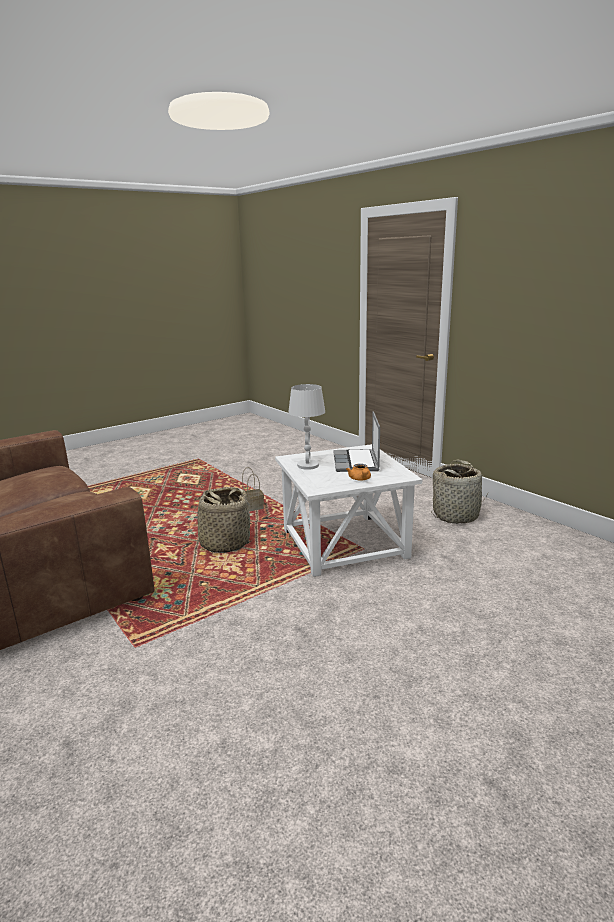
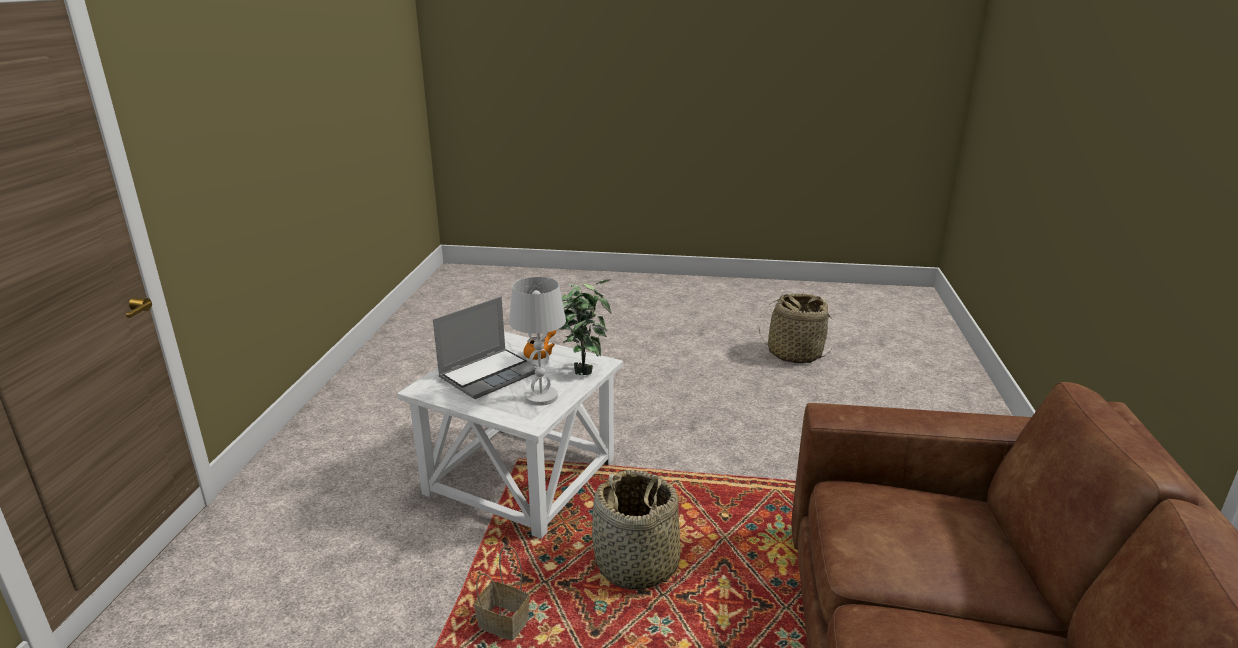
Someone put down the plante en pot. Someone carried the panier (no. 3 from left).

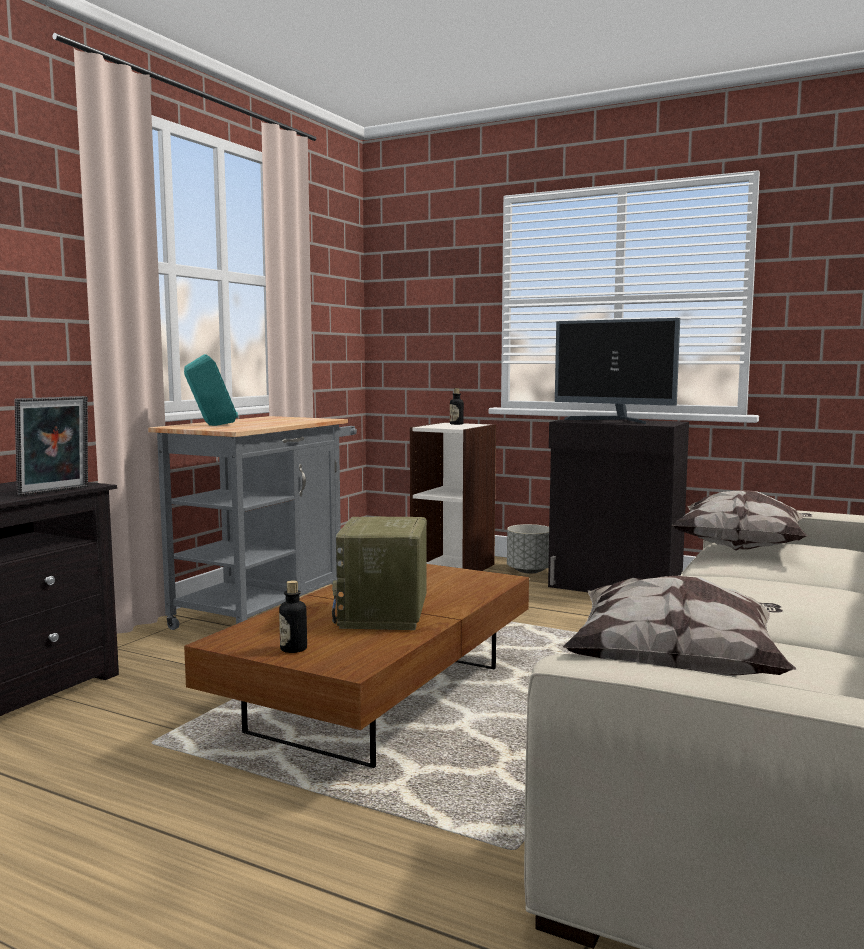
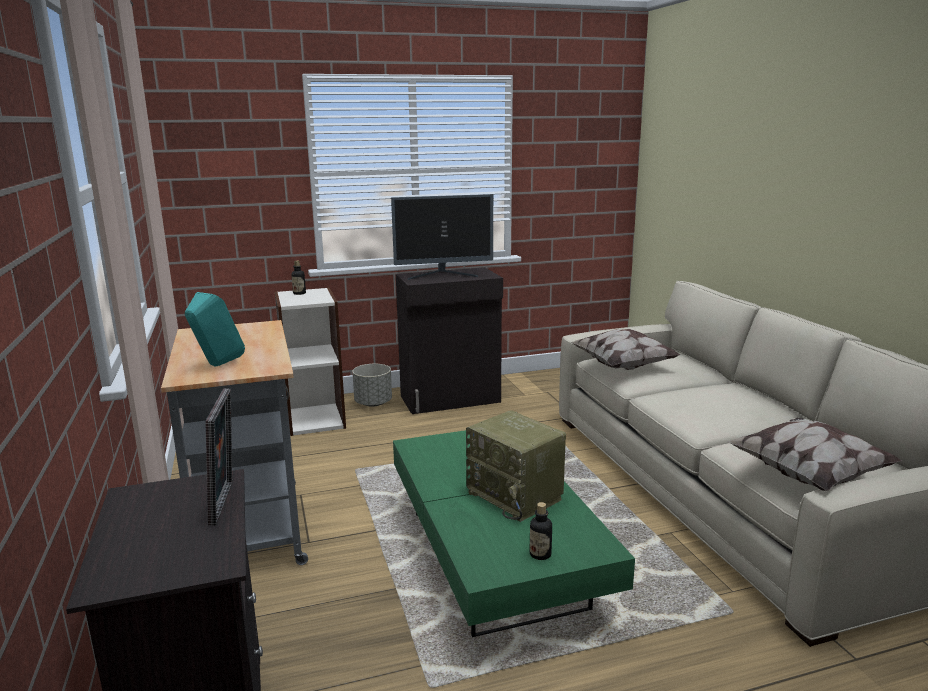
Someone repainted the table basse [marron], which became the table basse [vert].

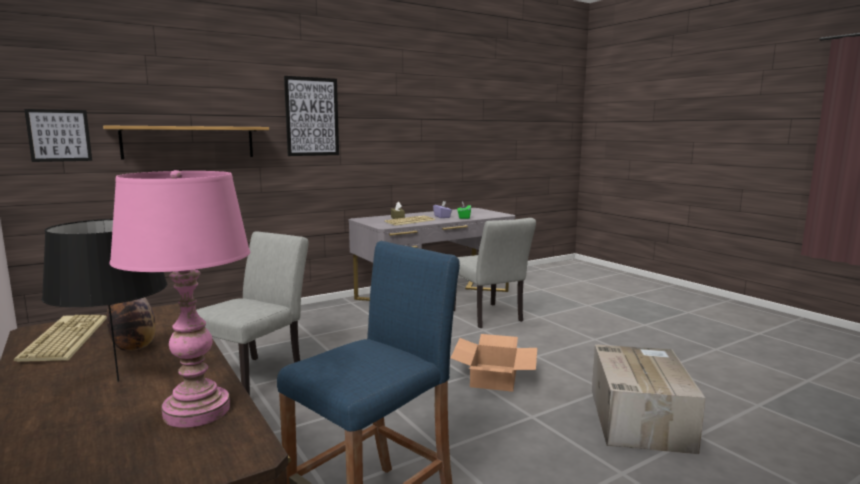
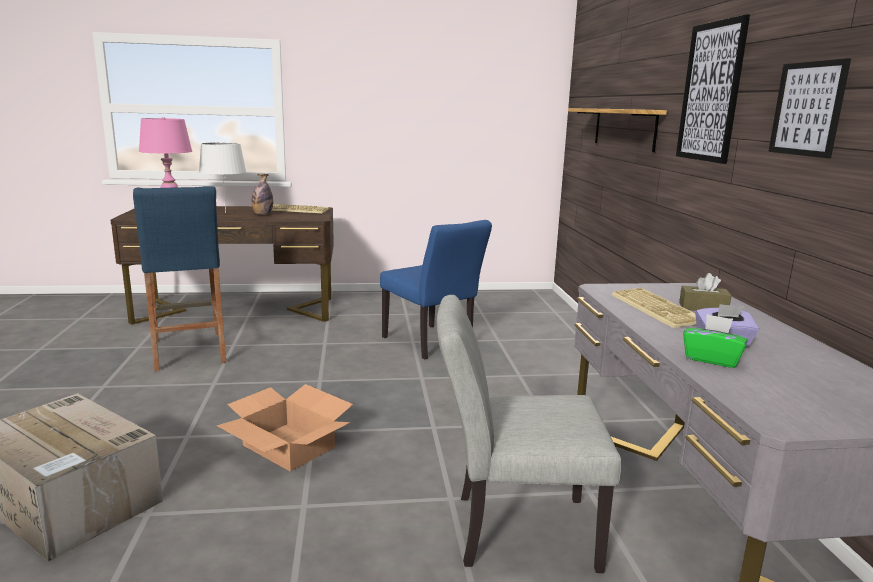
Someone carried the tableau (no. 1 from left in the first image). Someone repainted the lampe de table [noir], which became the lampe de table [blanc]. Someone repainted the chaise [gris] (no. 1 from left), which became the chaise [bleu].

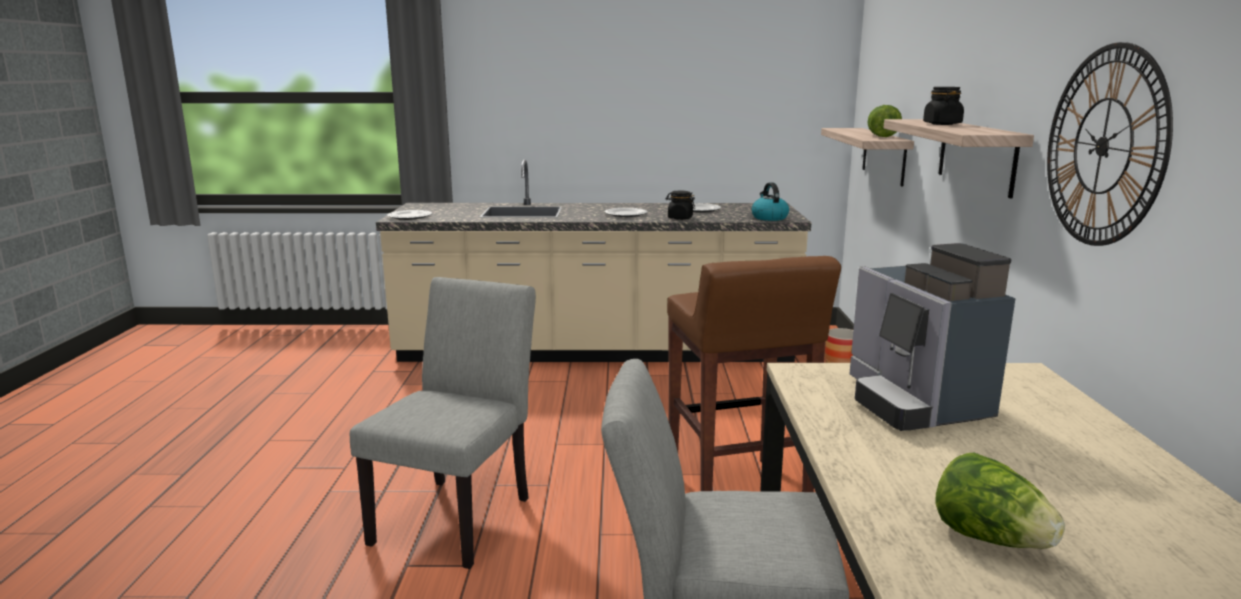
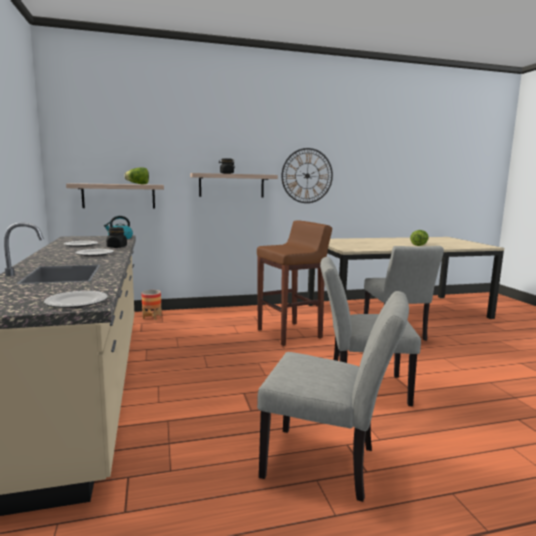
Someone took away the machine à café. Someone put down the chaise [gris] (no. 1 from left).

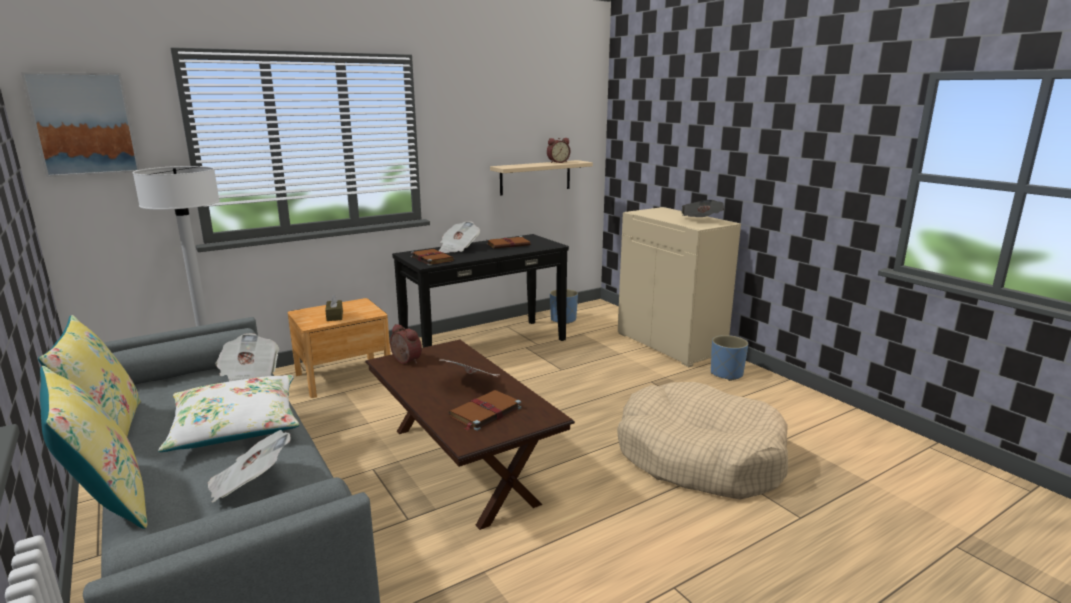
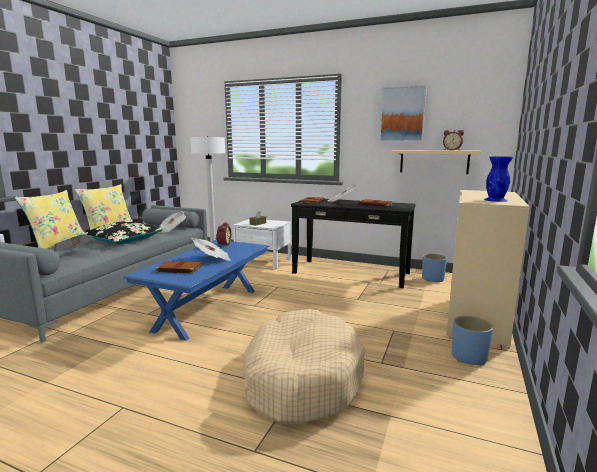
Someone carried the tableau. Someone swapped the journal (no. 5 from left) for the vase [bleu]. Someone repainted the coussin [blanc], which became the coussin [noir]. Someone repainted the table de chevet [marron], which became the table de chevet [blanc]. Someone repainted the table basse [marron], which became the table basse [bleu].

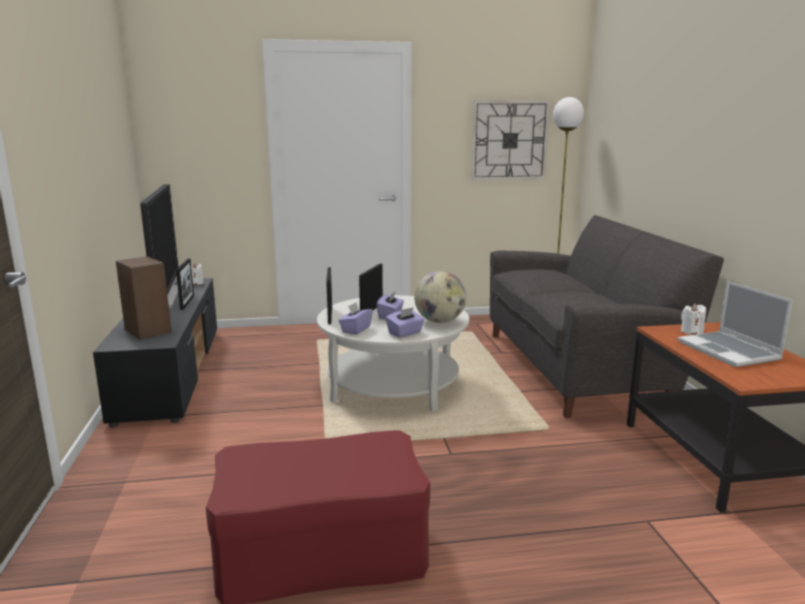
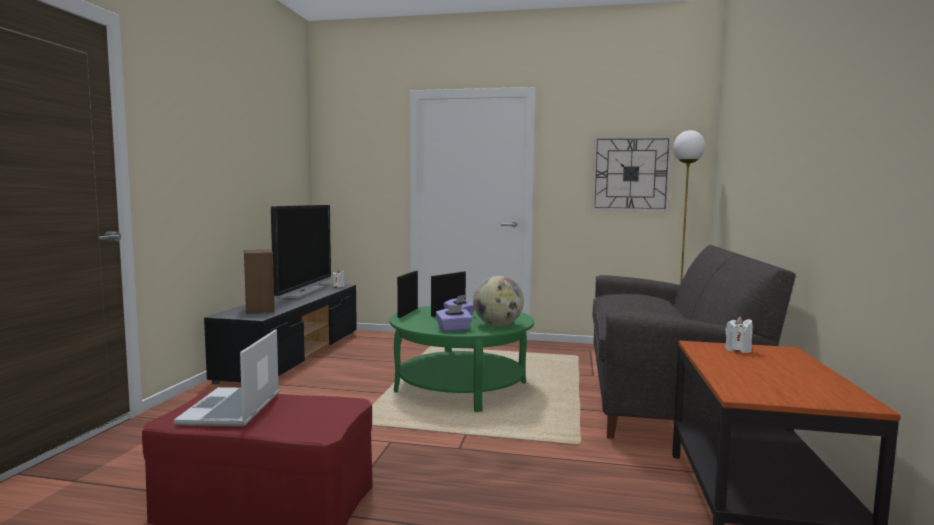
Someone took away the cadre photo (no. 1 from left). Someone took away the boîte à mouchoirs [violet] (no. 1 from left). Someone carried the ordinateur portable. Someone repainted the table basse [blanc], which became the table basse [vert].

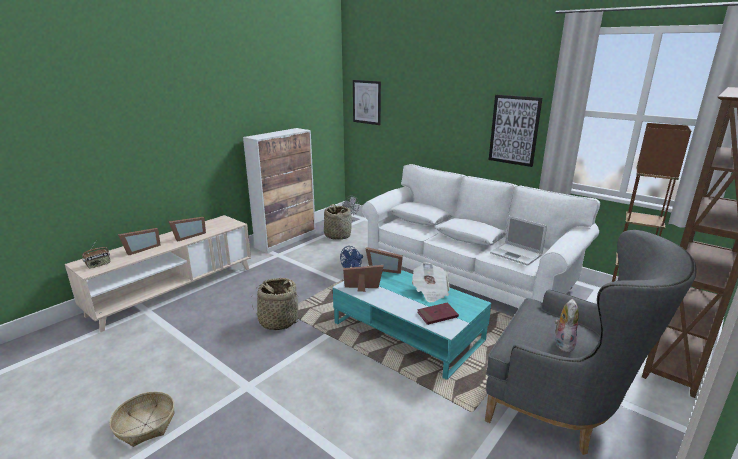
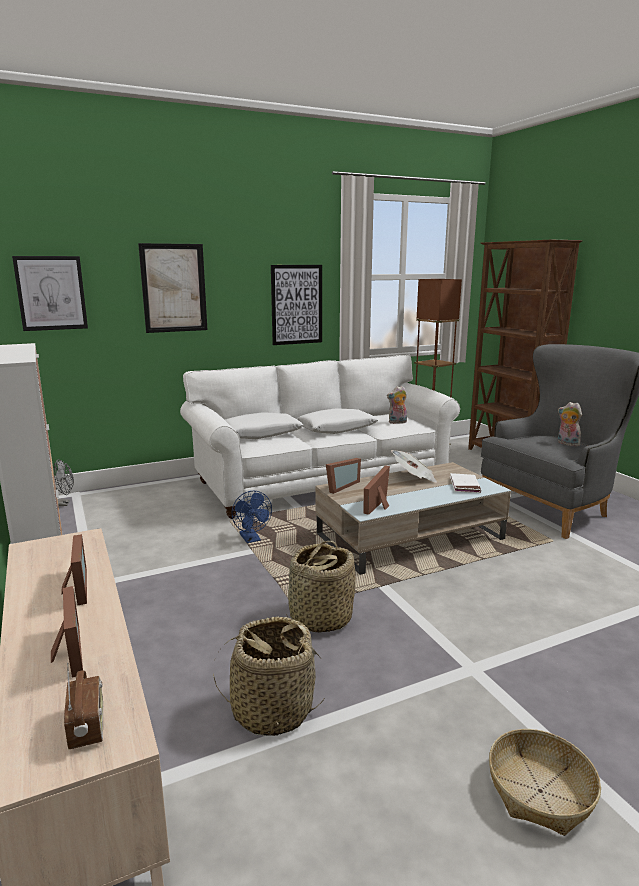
Someone put up the tableau (no. 2 from left). Someone carried the panier (no. 3 from left in the first image). Someone swapped the ordinateur portable for the peluche (no. 1 from left). Someone repainted the table basse [turquoise], which became the table basse [beige]. Someone repainted the livre [rouge], which became the livre [blanc].

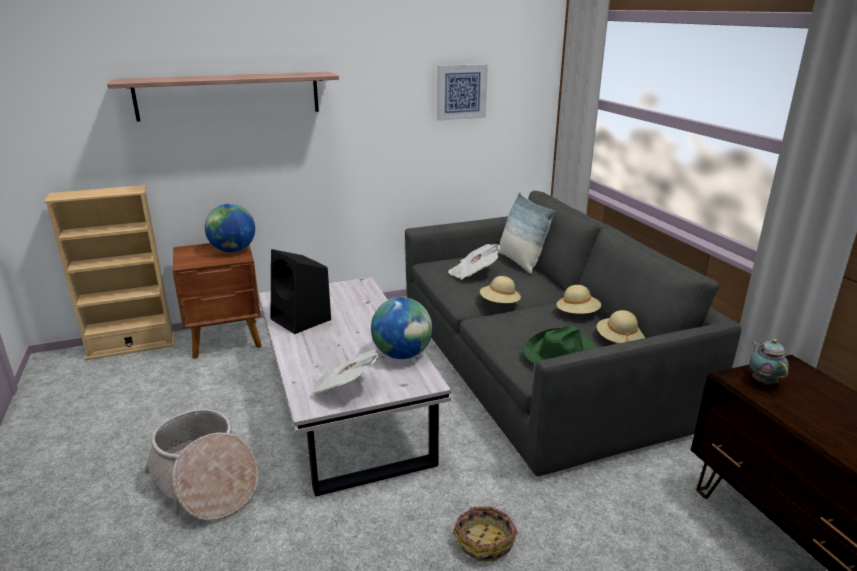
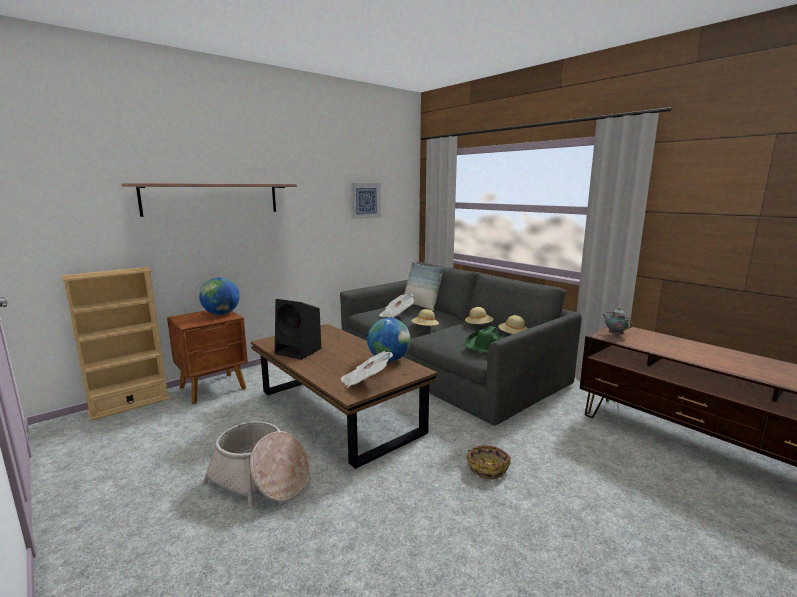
Someone repainted the table basse [blanc], which became the table basse [marron].

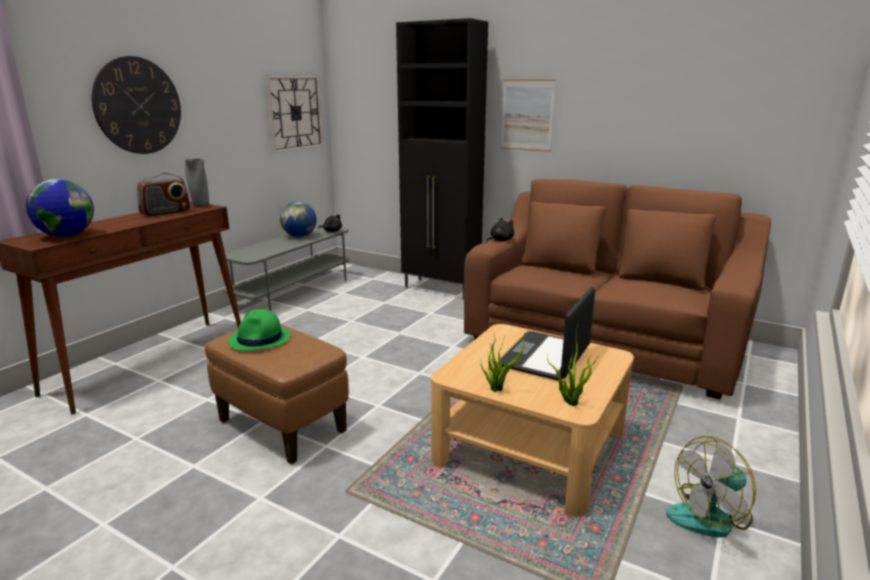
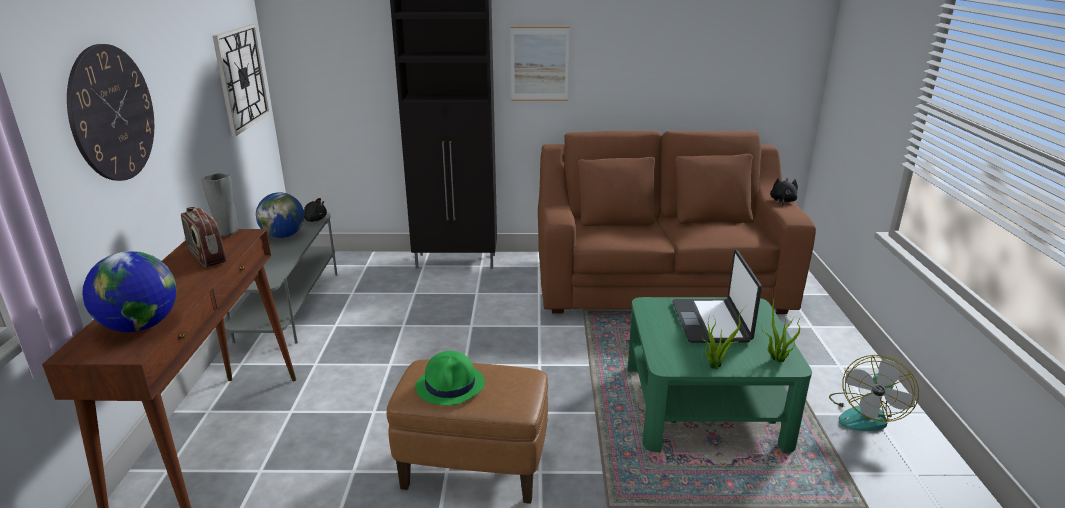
Someone carried the peluche [noir] (no. 2 from left). Someone repainted the table basse [beige], which became the table basse [vert]. Someone rotated the radio by 120 degrees clockwise.

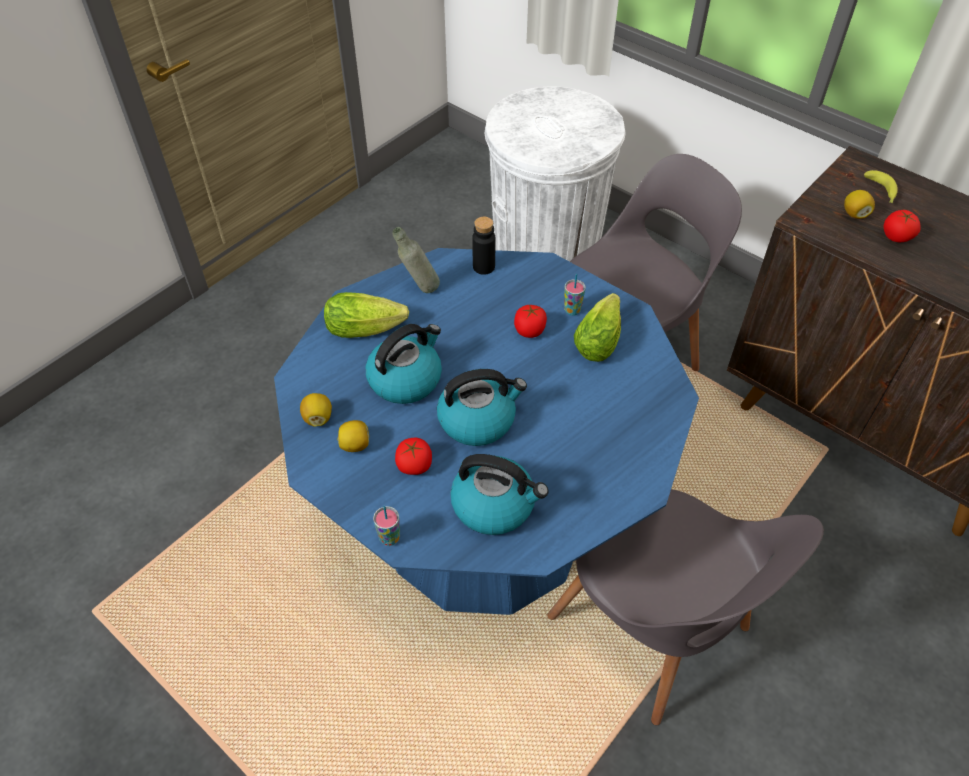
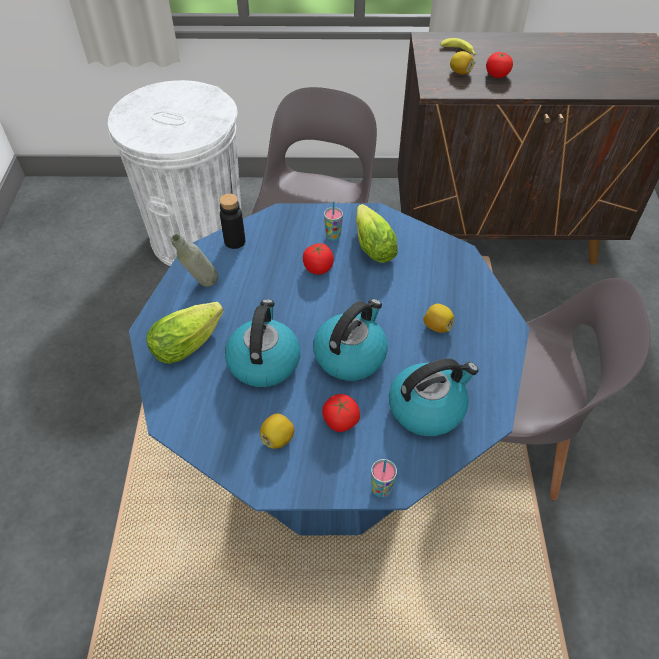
Someone carried the citron (no. 1 from left in the first image).

